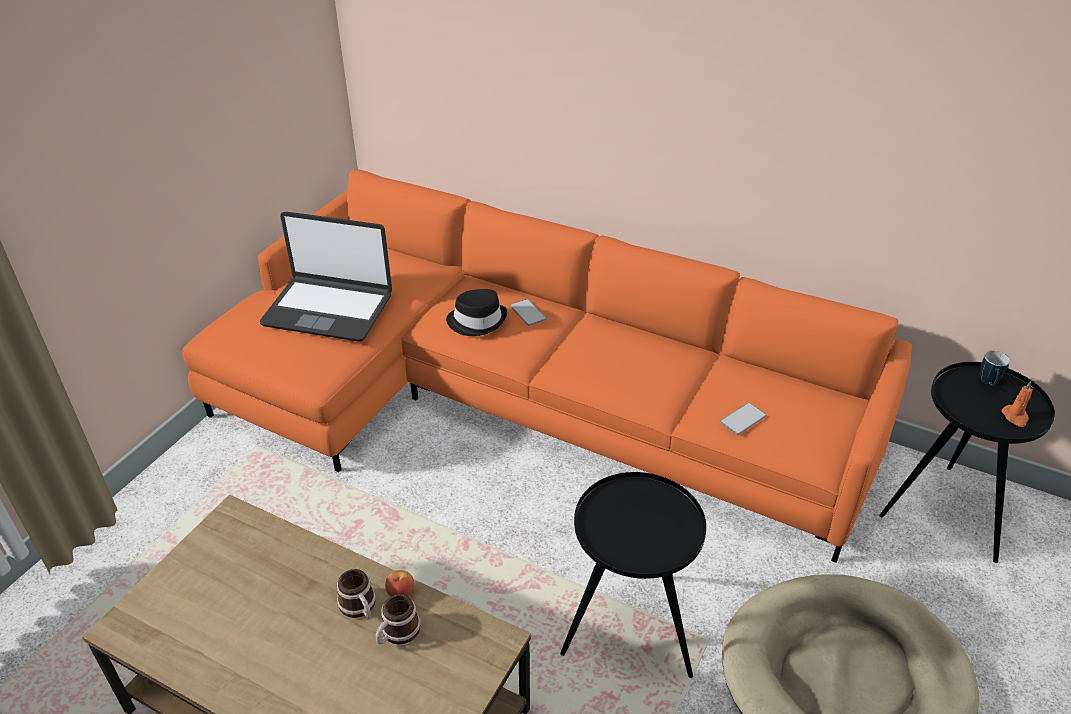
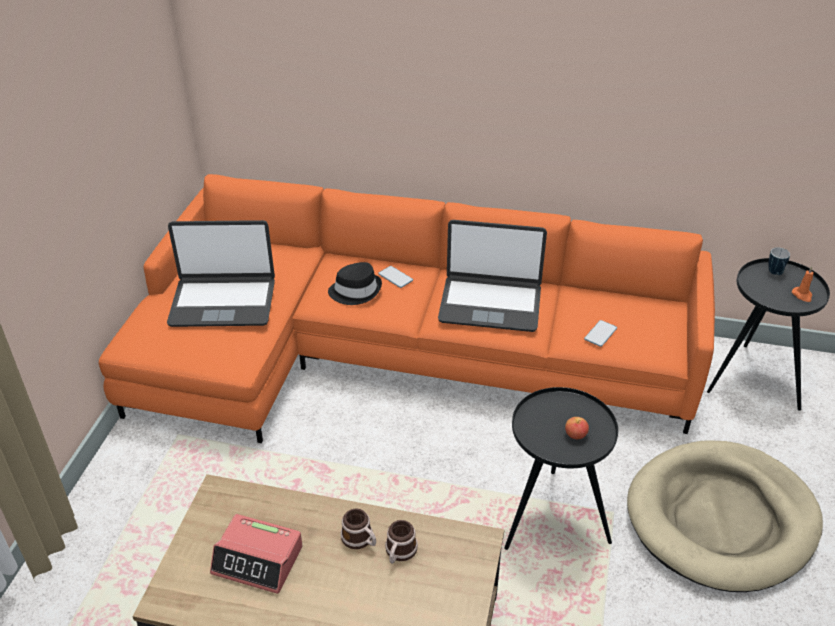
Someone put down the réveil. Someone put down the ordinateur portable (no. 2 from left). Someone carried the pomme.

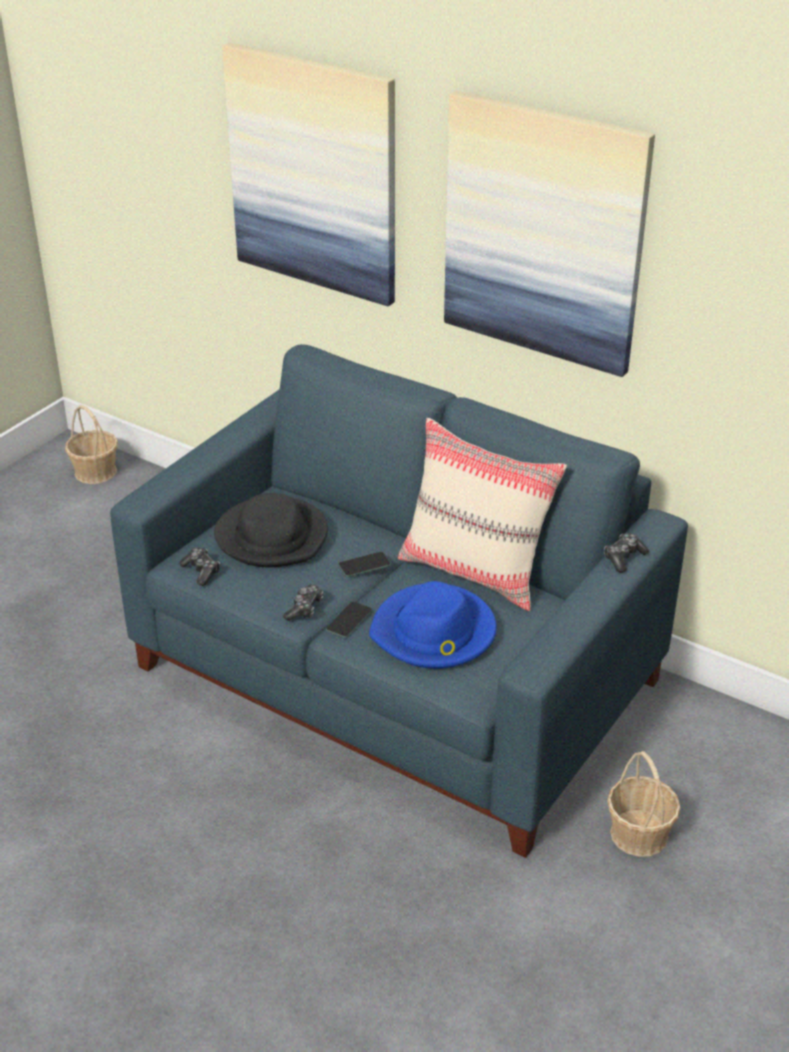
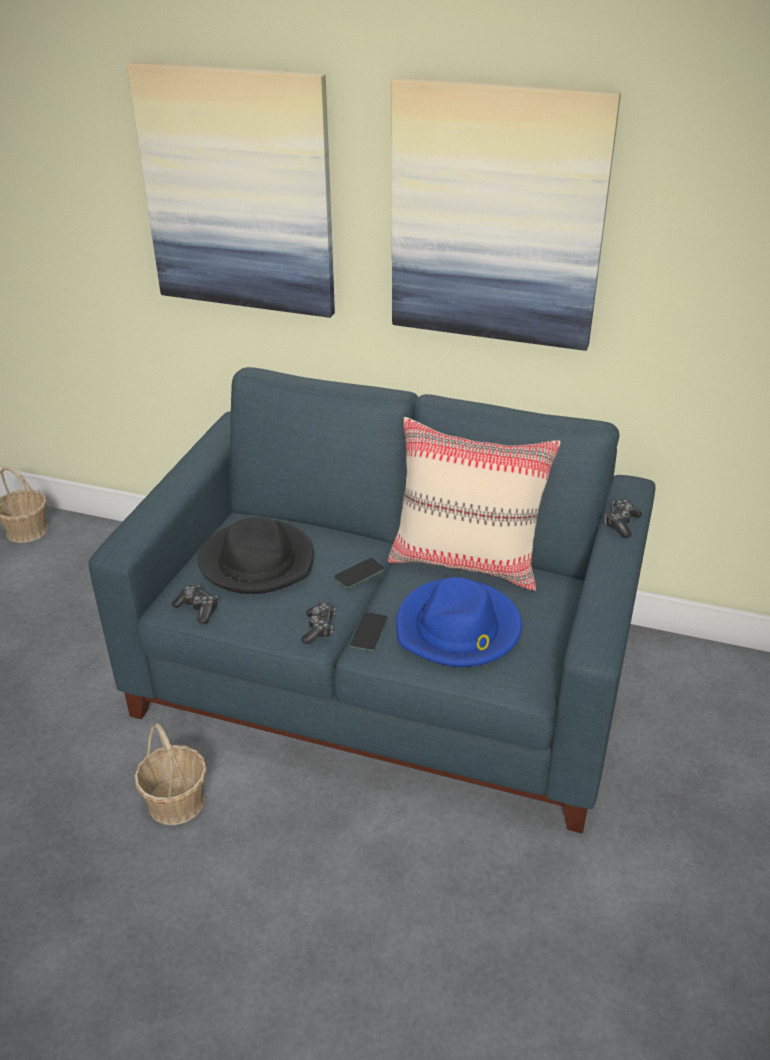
Someone carried the panier (no. 2 from left).

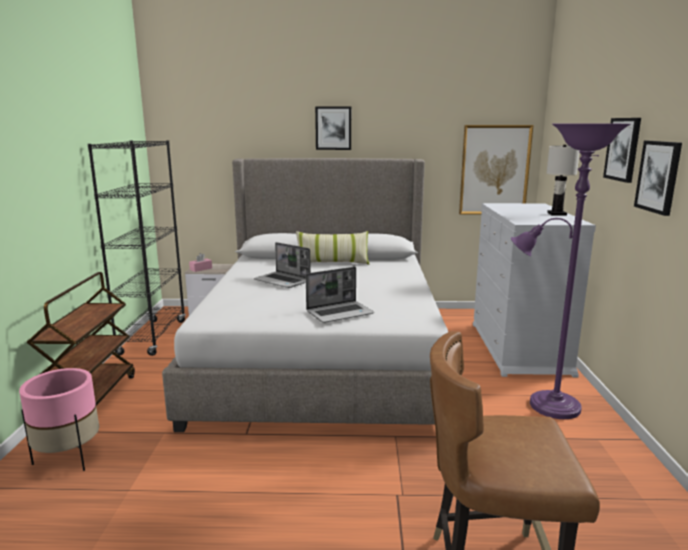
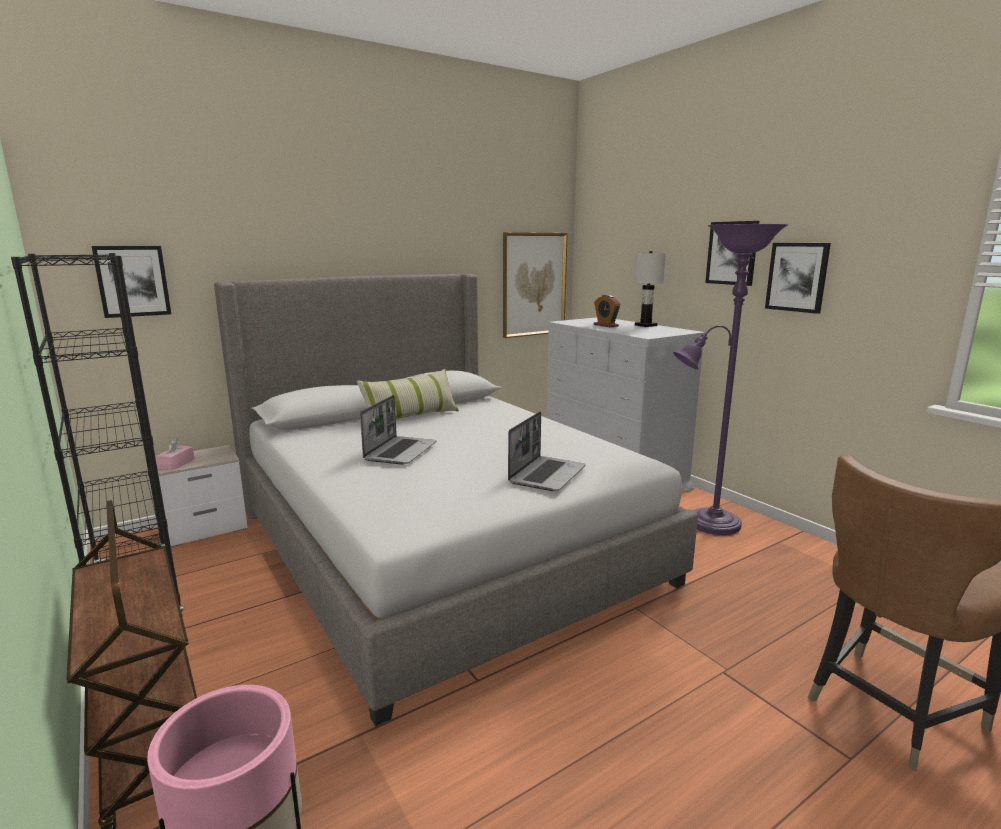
Someone put down the réveil. Someone carried the tableau (no. 1 from left). Someone rotated the ordinateur portable (no. 1 from left) by 75 degrees counterclockwise.

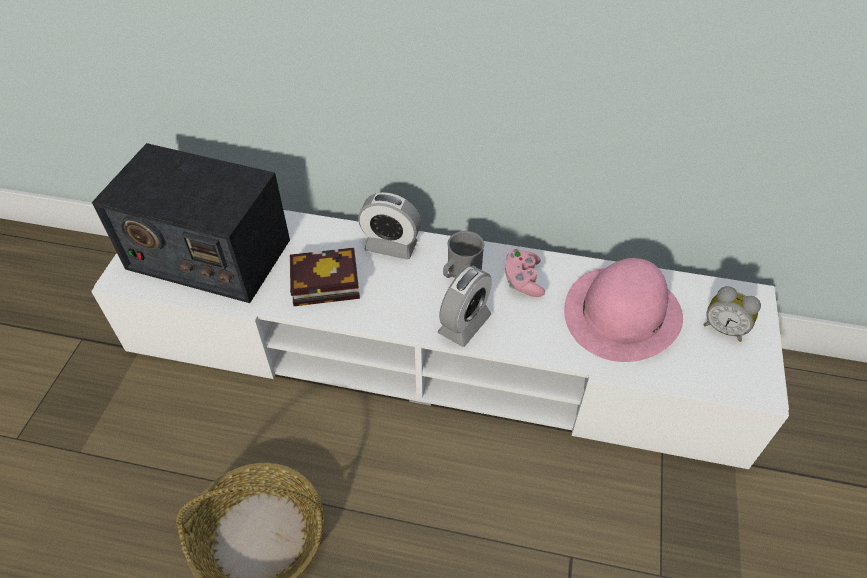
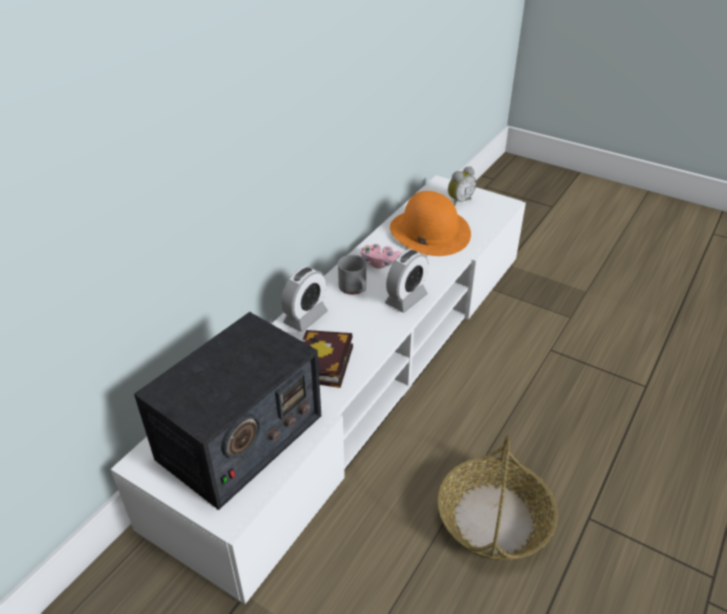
Someone repainted the chapeau [rose], which became the chapeau [orange]. Someone rotated the réveil (no. 2 from left) by 75 degrees clockwise.

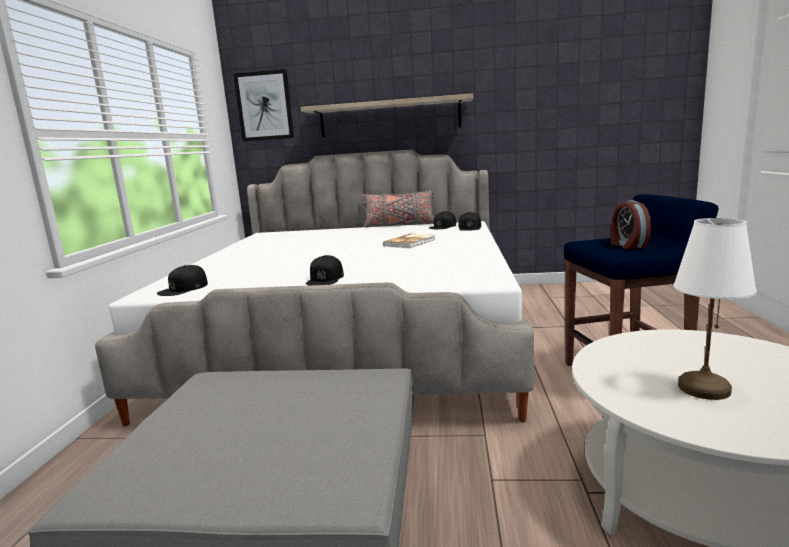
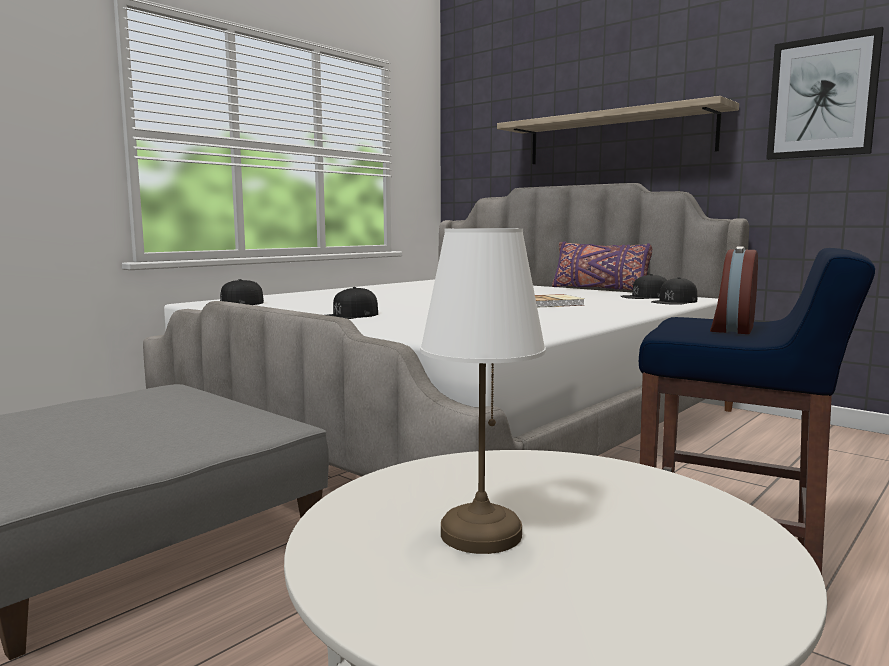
Someone carried the tableau. Someone repainted the coussin [gris], which became the coussin [violet].

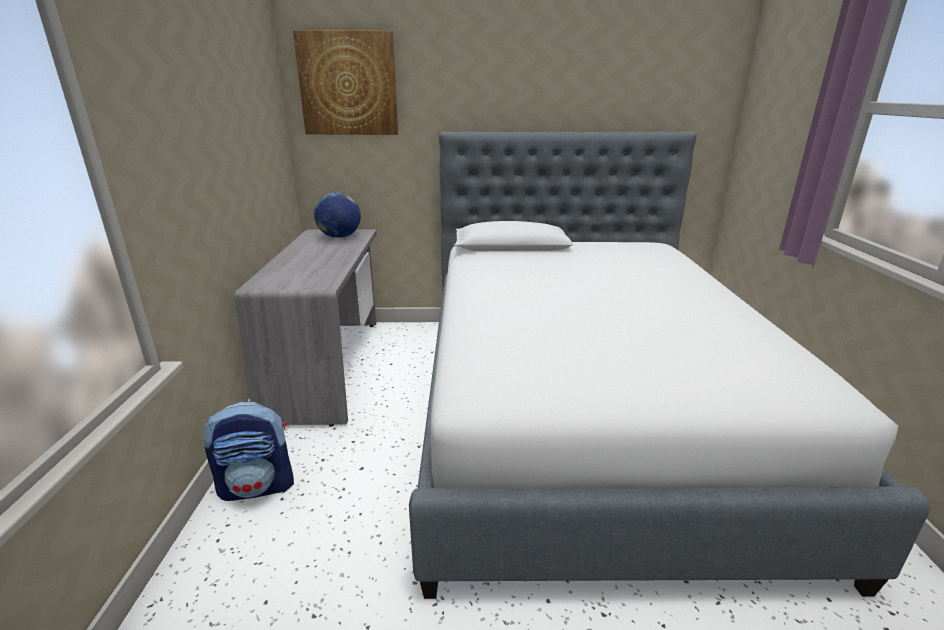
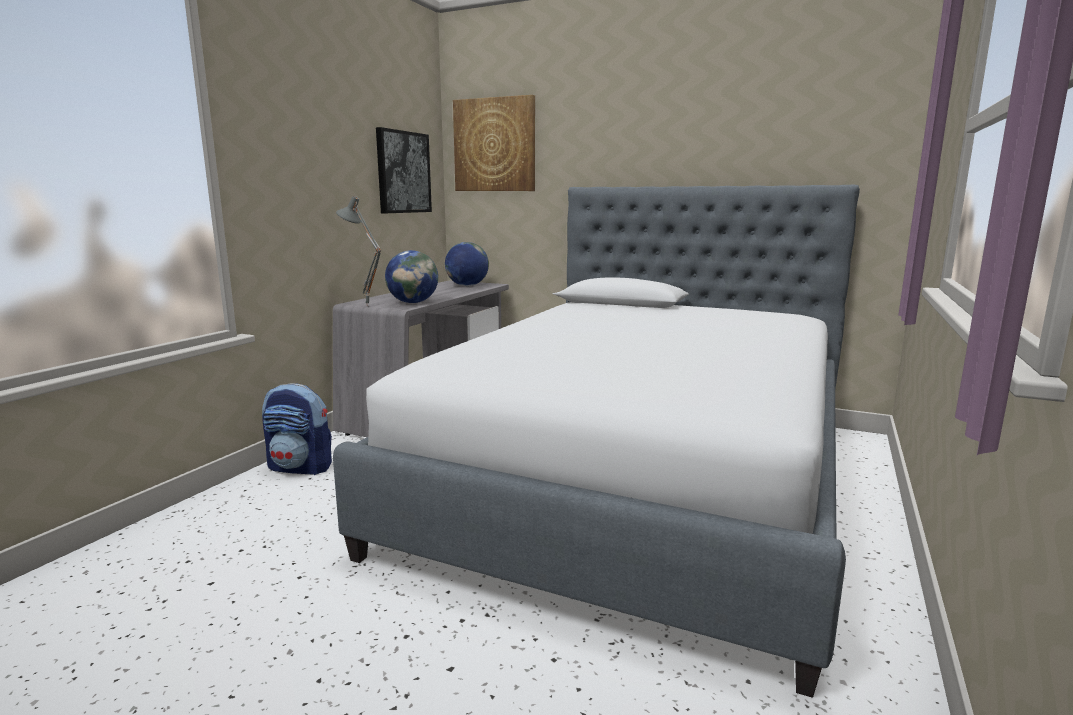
Someone put down the lampe de table [gris]. Someone put up the tableau (no. 1 from left). Someone put down the globe (no. 1 from left).

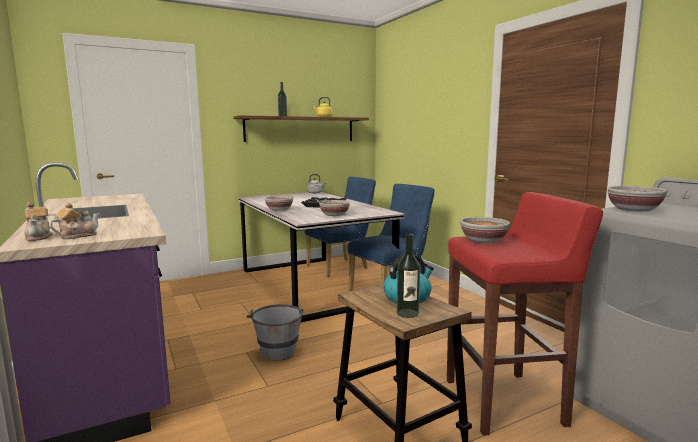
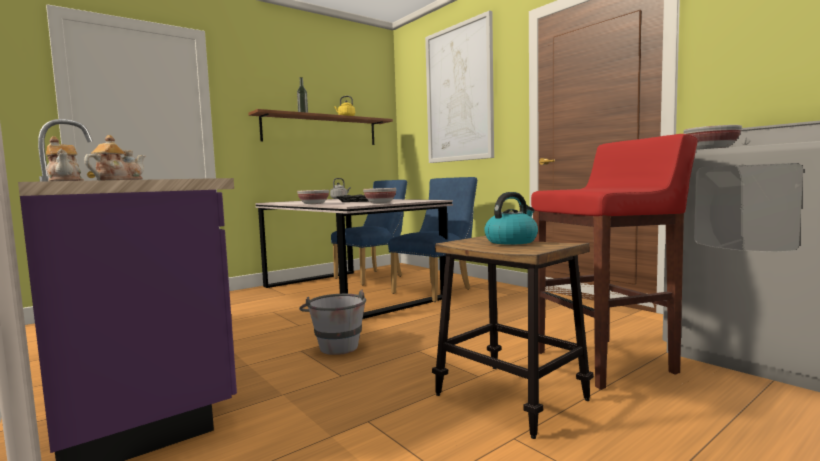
Someone took away the bouteille (no. 2 from left). Someone took away the bol (no. 3 from left). Someone put up the tableau.

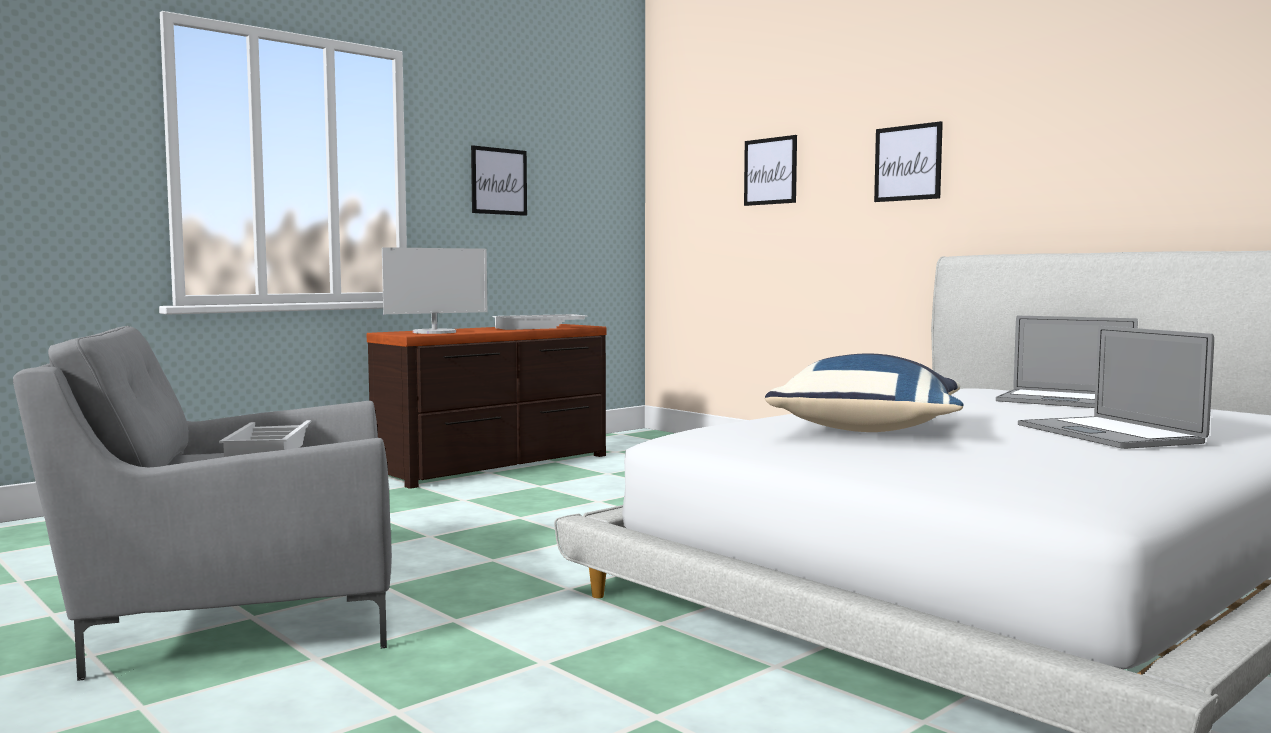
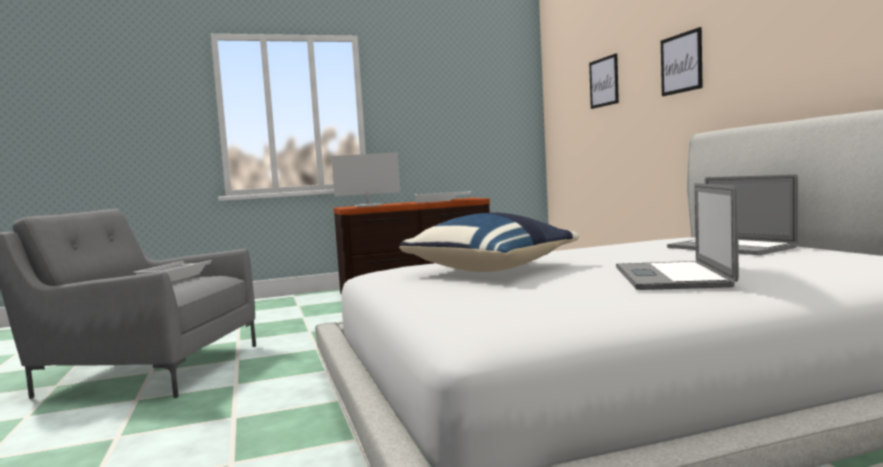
Someone took away the tableau (no. 1 from left).

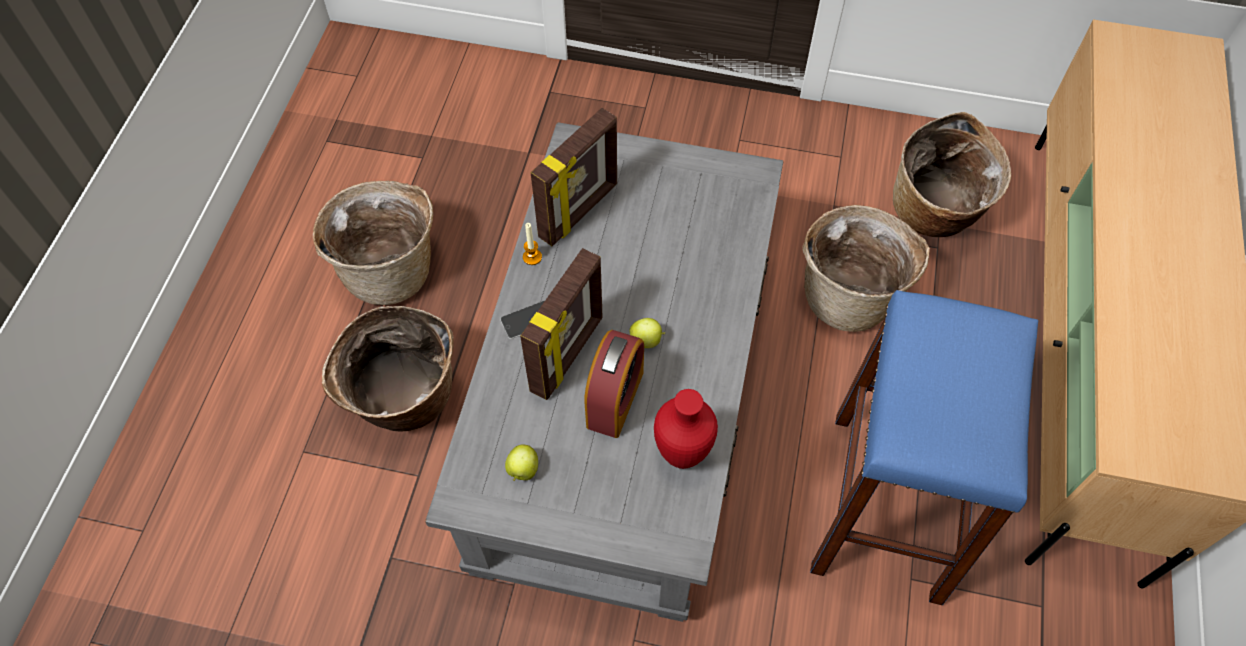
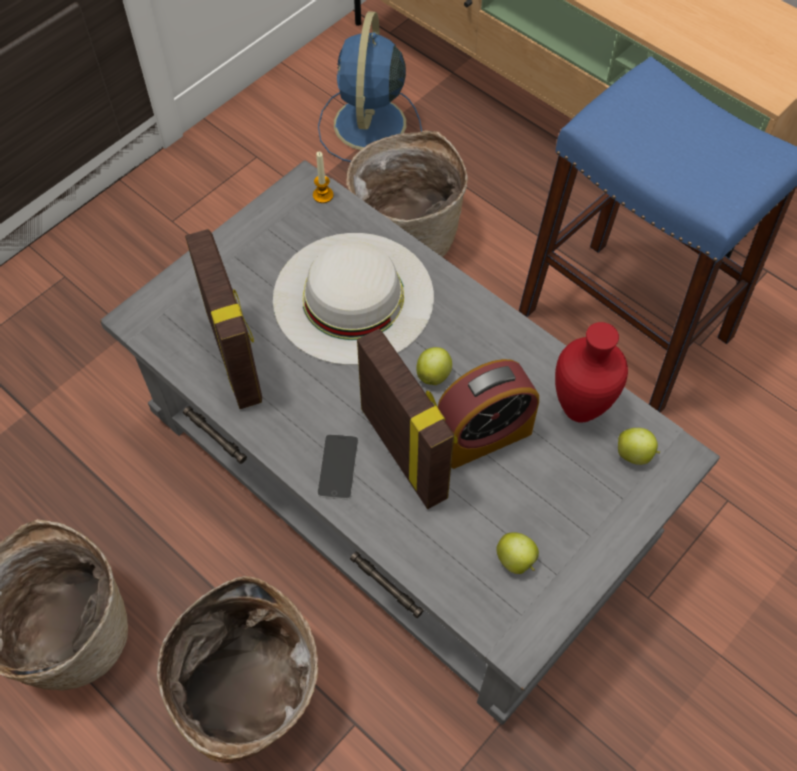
Someone put down the chapeau [blanc]. Someone put down the pomme (no. 3 from left). Someone carried the bougie. Someone swapped the panier (no. 4 from left) for the ventilateur [bleu]. Someone rotated the réveil by 105 degrees clockwise.

